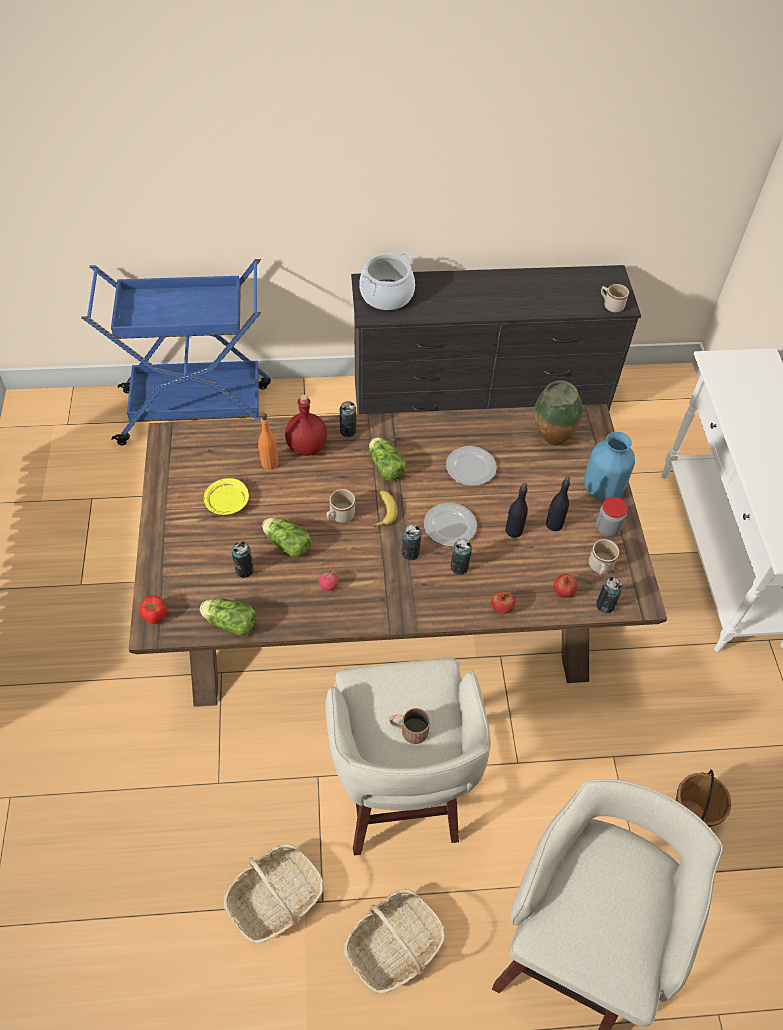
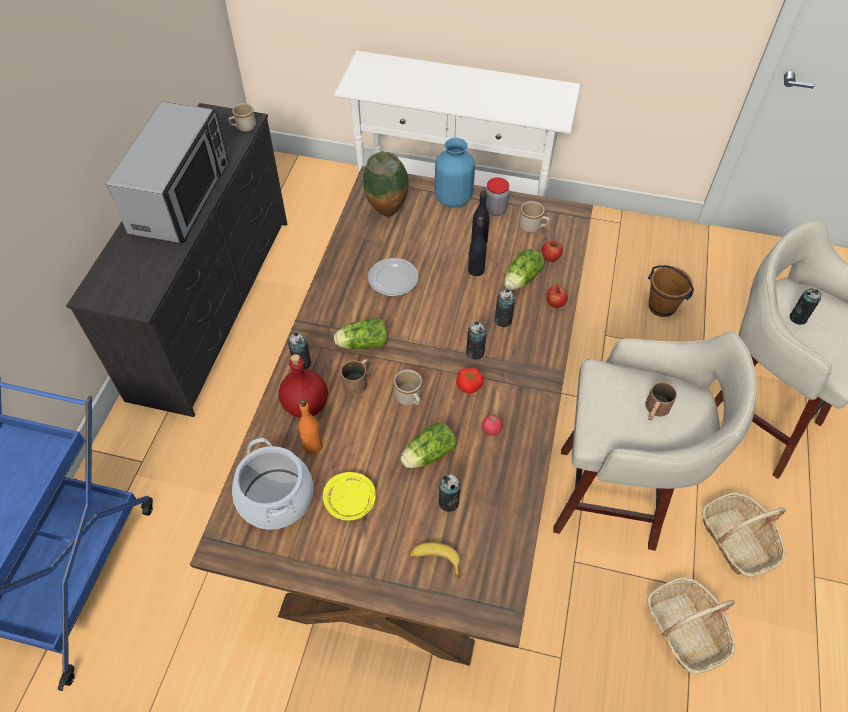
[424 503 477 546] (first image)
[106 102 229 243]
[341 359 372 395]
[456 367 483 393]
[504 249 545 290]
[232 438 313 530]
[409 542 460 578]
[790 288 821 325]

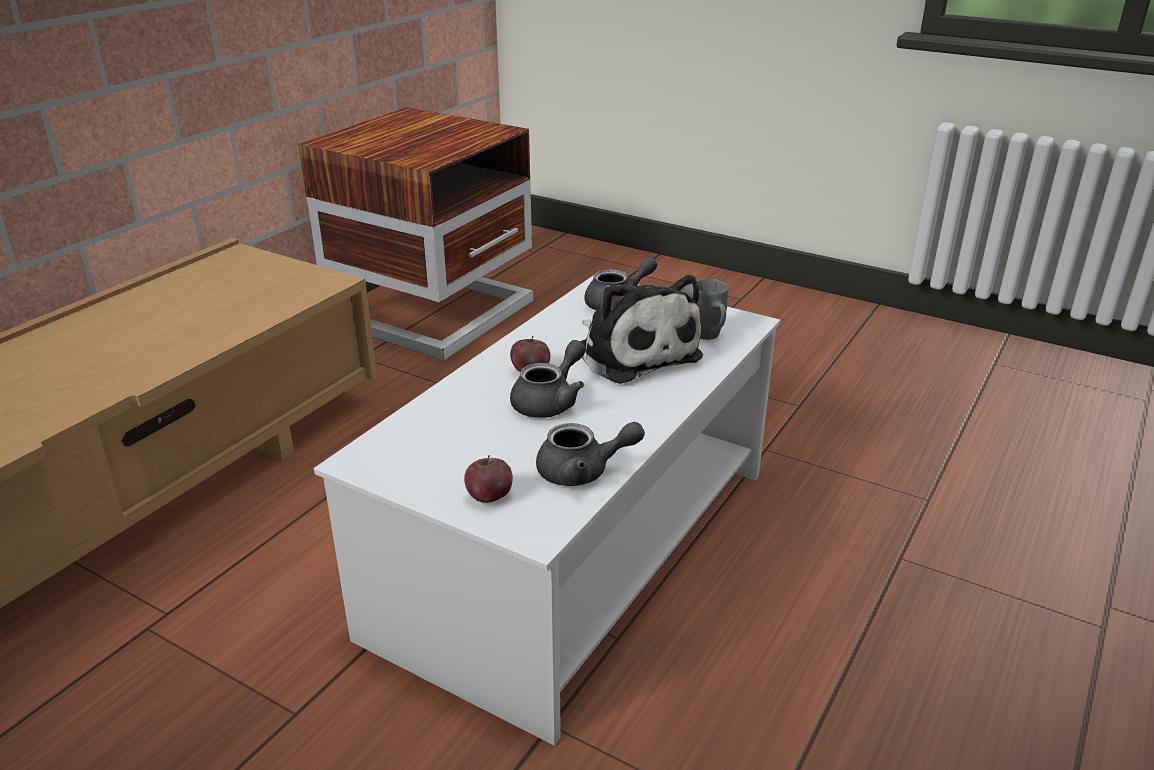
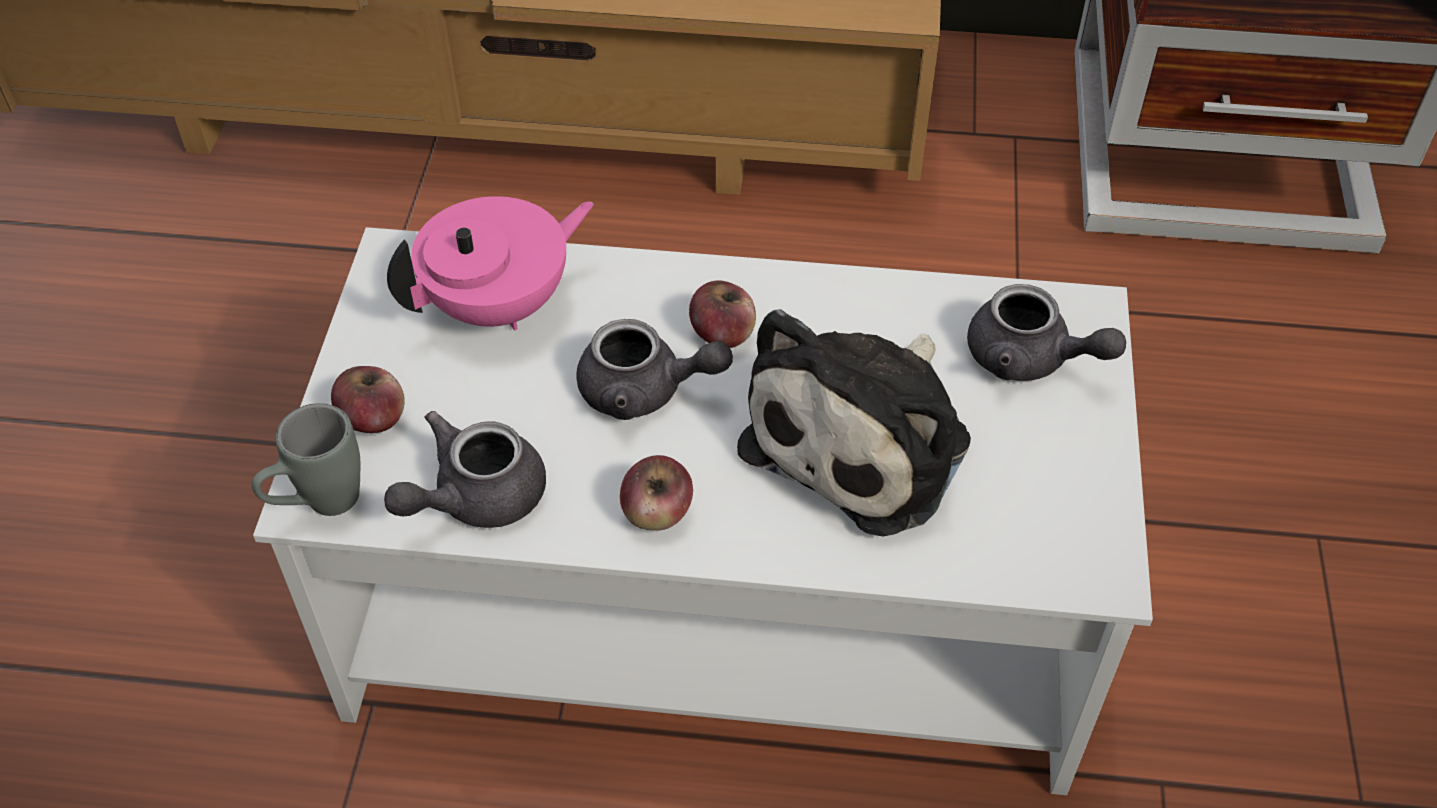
[387 196 594 331]
[620 455 693 531]
[252 403 360 516]
[384 411 546 528]

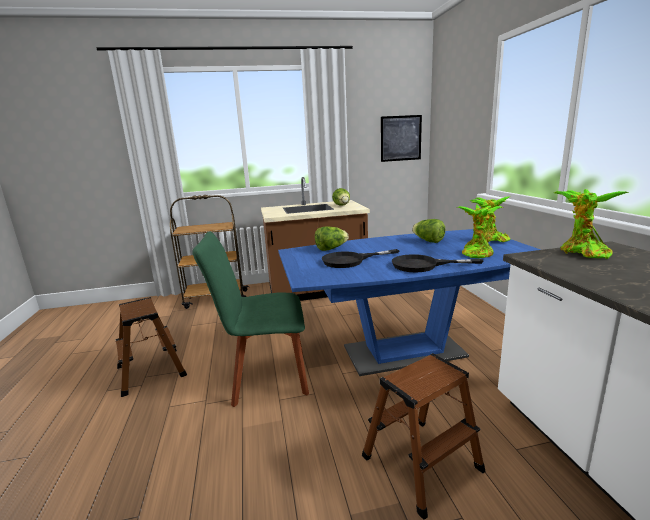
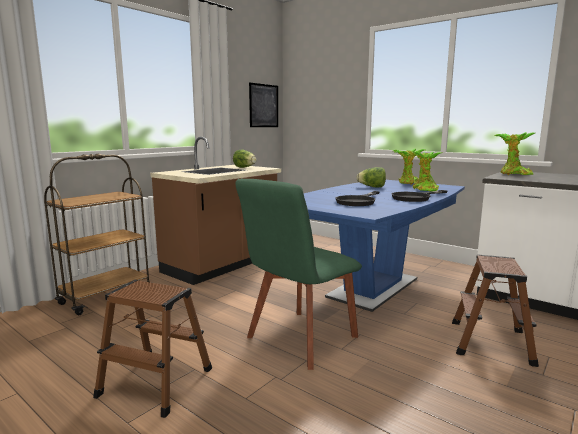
[315 226 349 251] (first image)

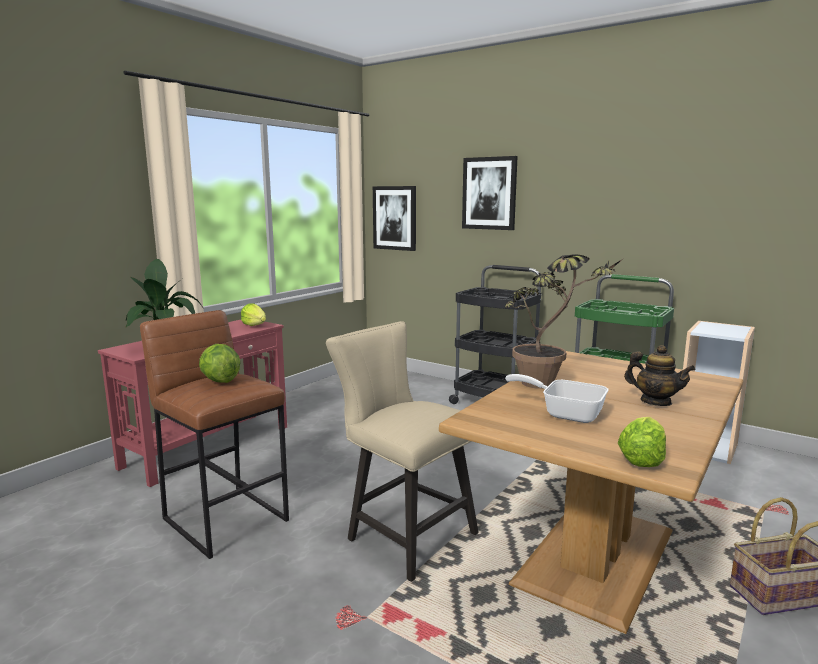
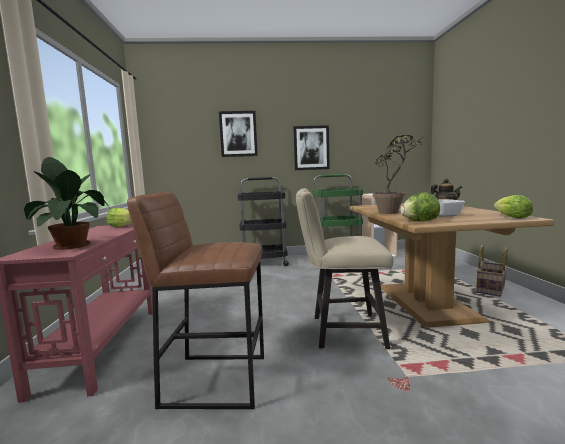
[400 193 440 221]
[293 125 330 170]

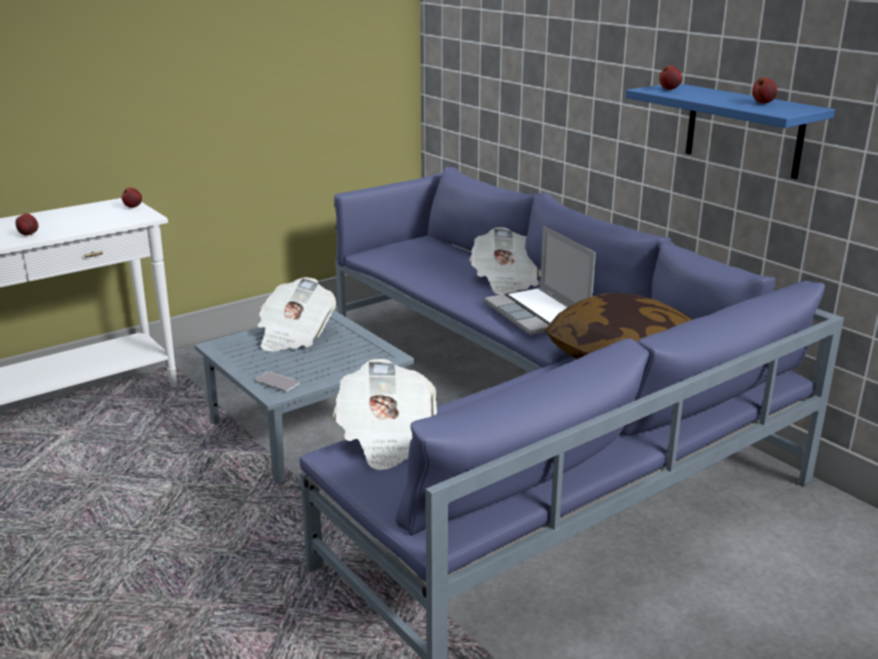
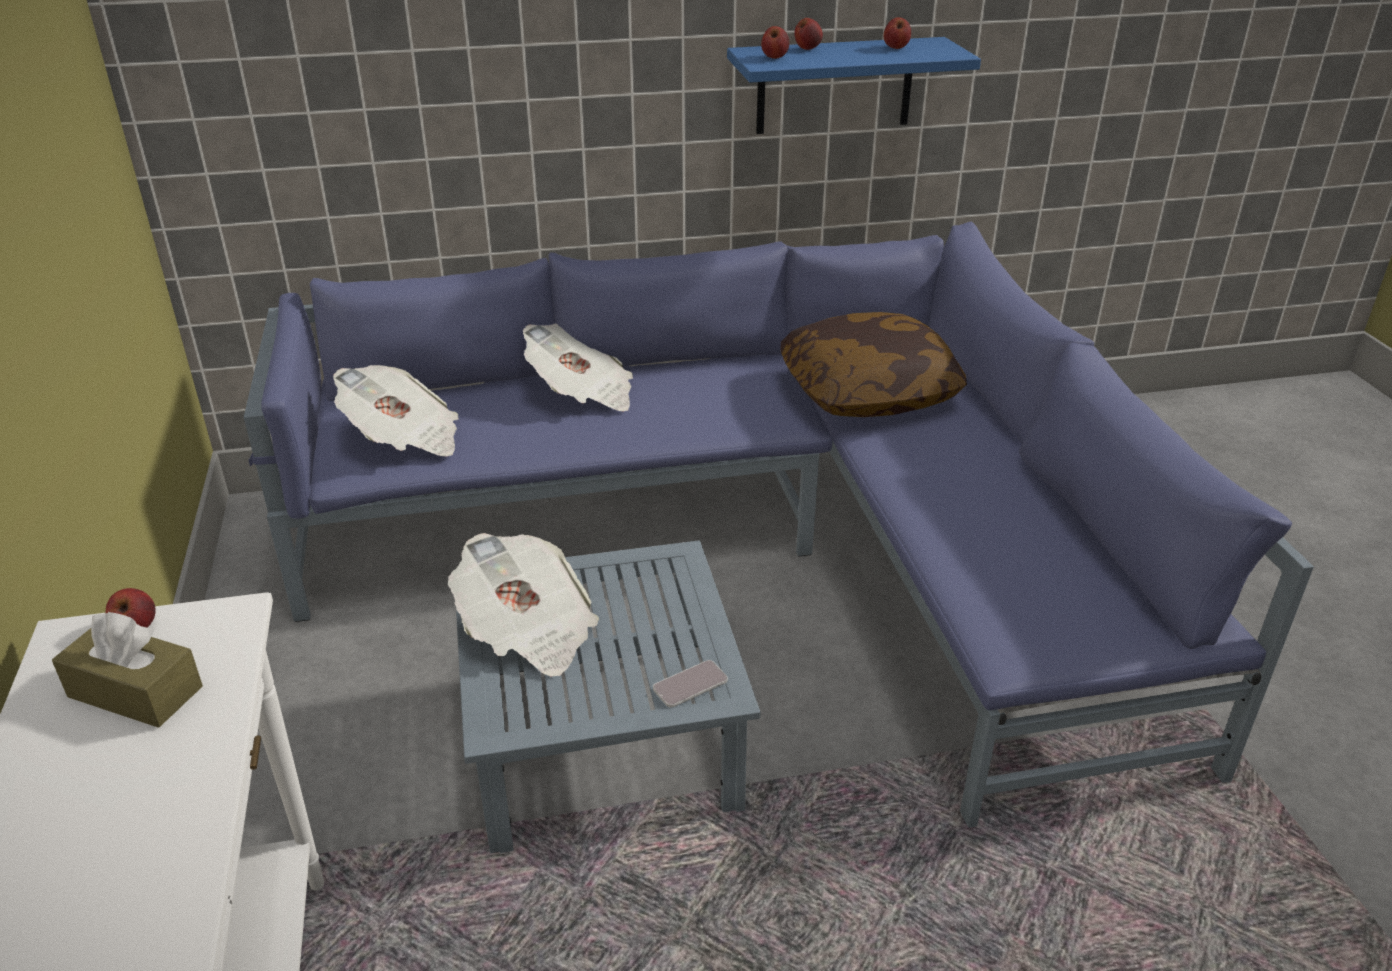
[484 226 596 335] (first image)
[52 612 203 728]
[794 18 823 50]
[333 365 459 457]

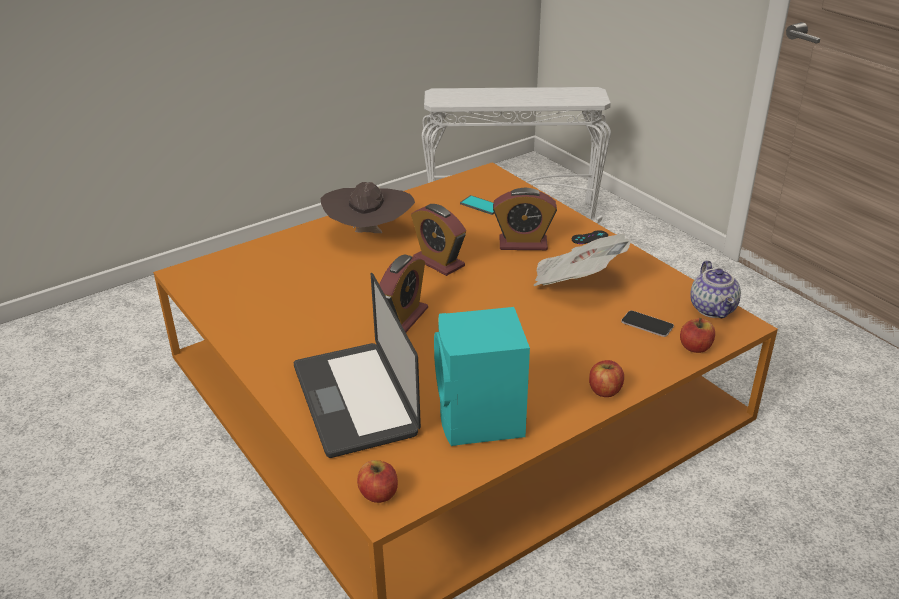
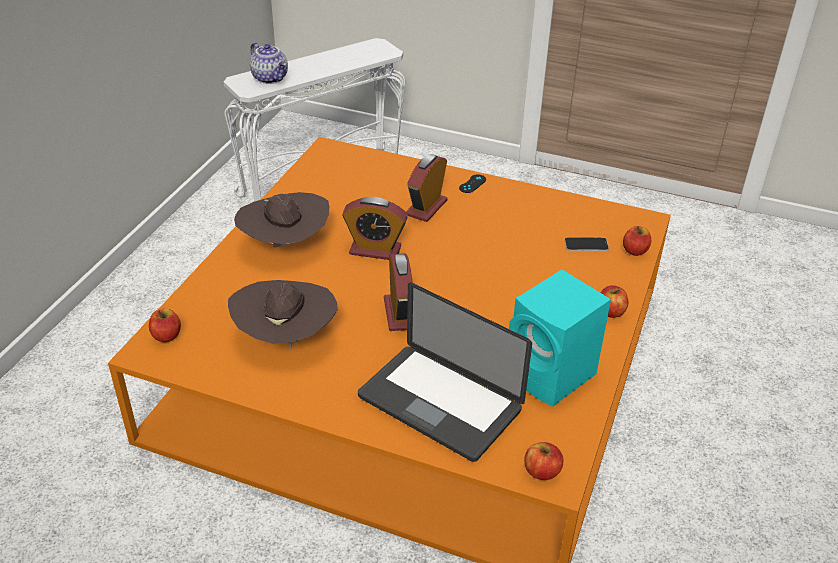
[460 195 495 215] (first image)
[534 234 631 286] (first image)
[149 308 181 342]
[228 280 338 349]
[250 42 288 84]
[406 154 447 222]

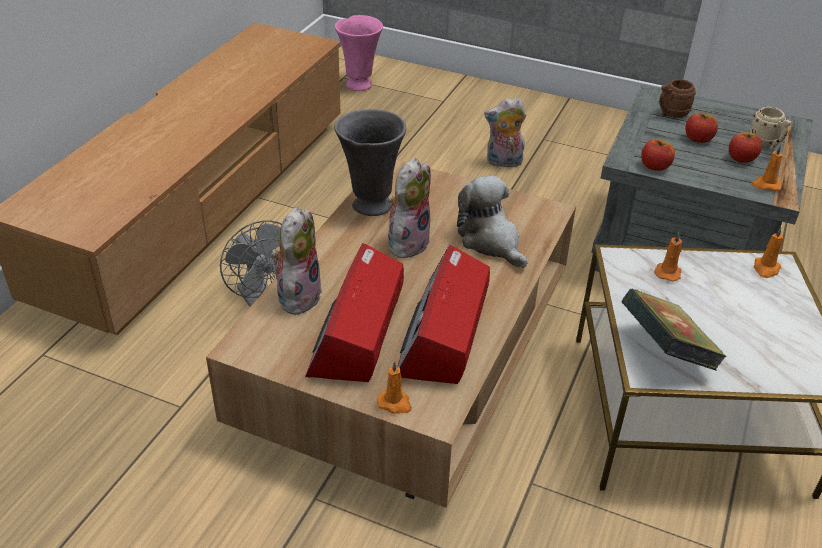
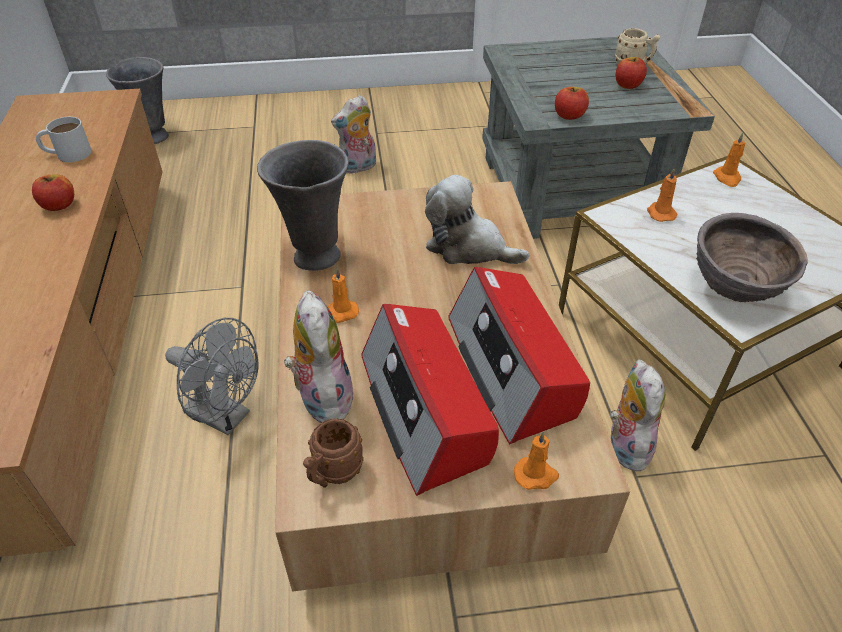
[36 117 92 162]
[610 359 665 472]
[303 418 364 487]
[32 174 74 211]
[328 268 359 323]
[696 213 808 302]
[106 57 169 144]

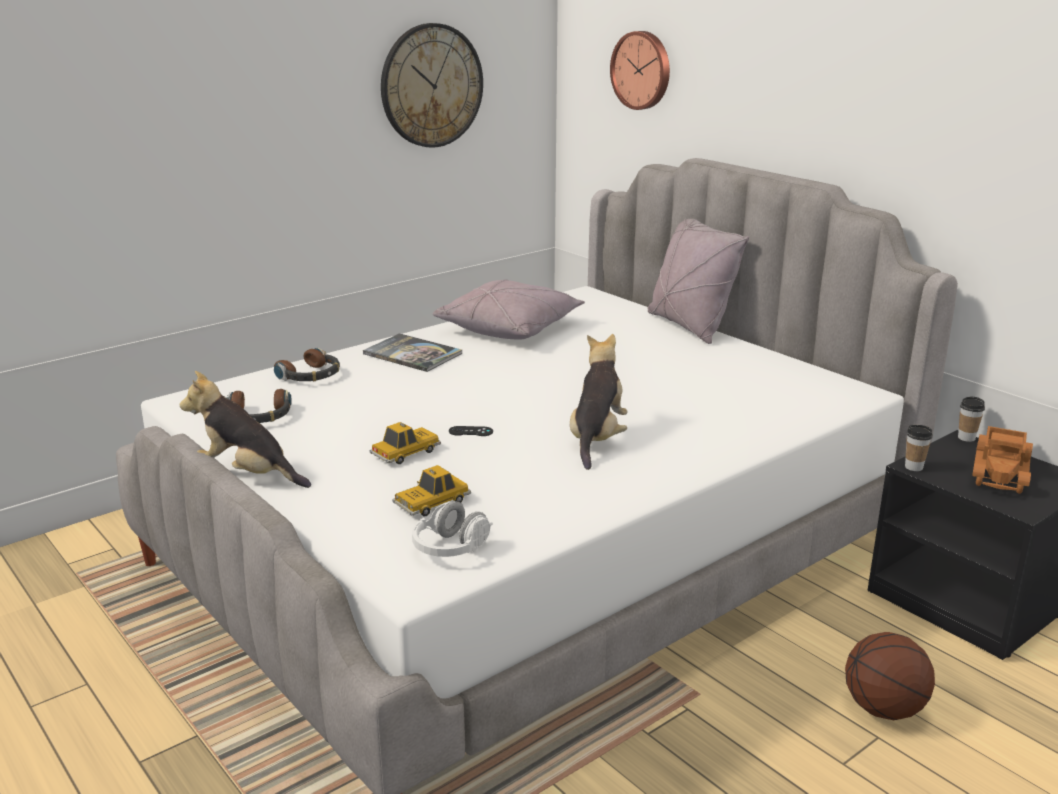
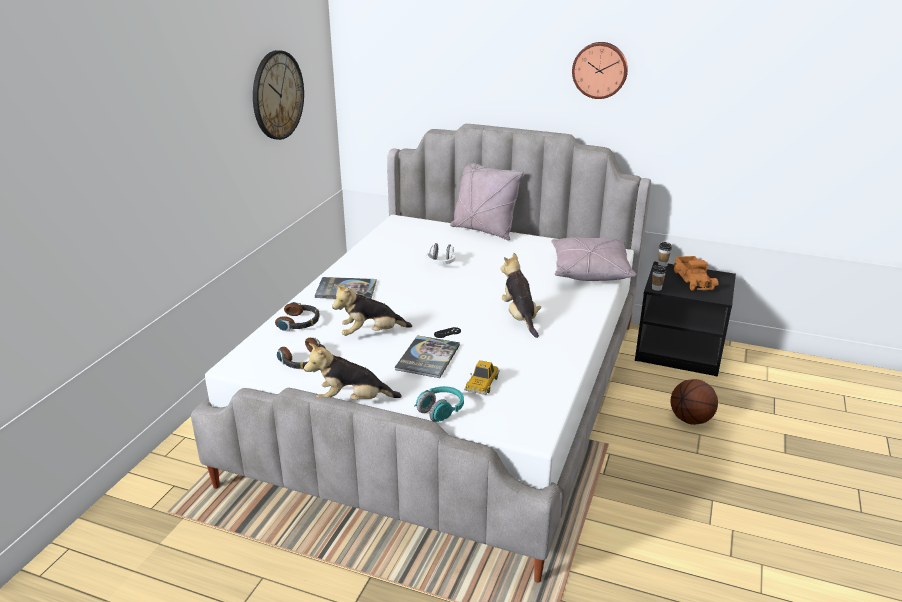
[332 284 412 336]
[414 386 464 422]
[426 243 455 265]
[551 237 637 281]
[572 42 628 99]
[395 335 460 378]

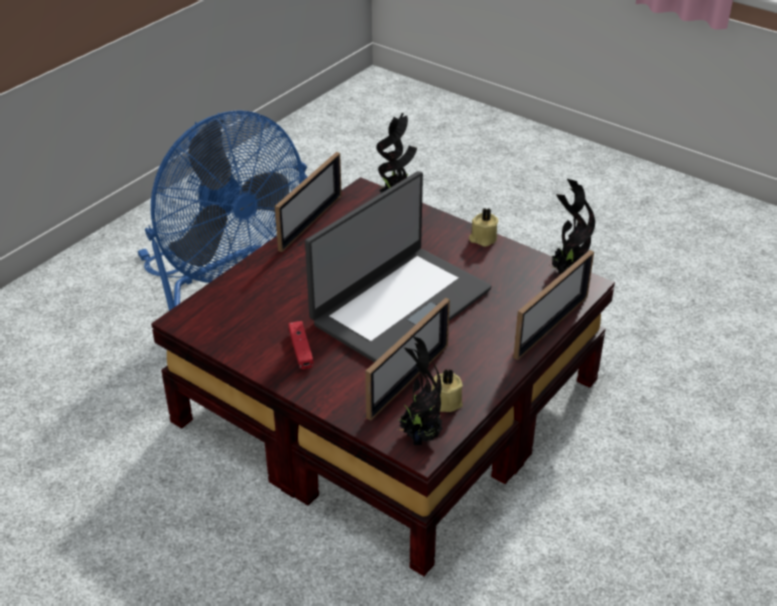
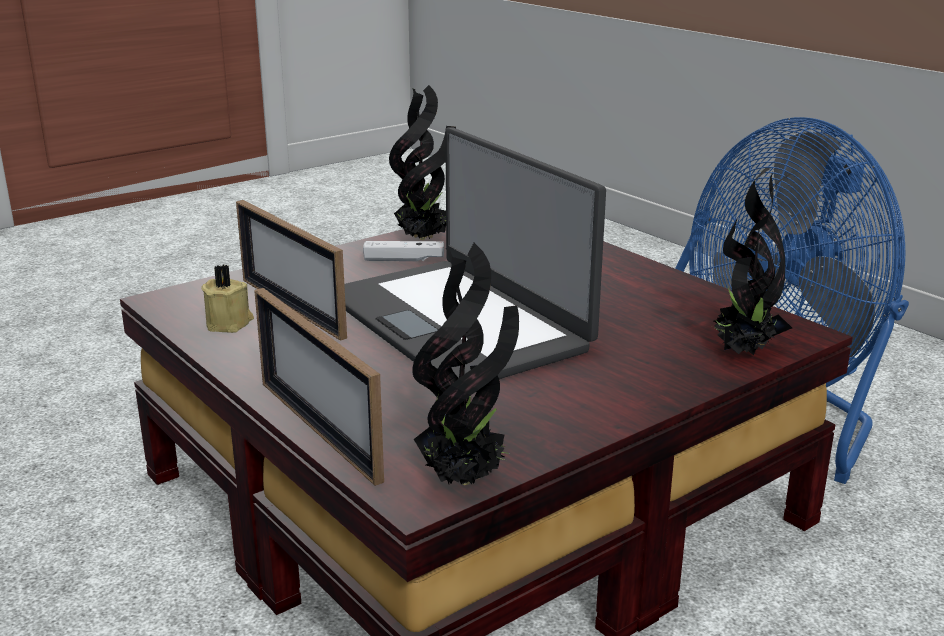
[275 152 342 252] (first image)
[469 208 498 247] (first image)
[389 85 456 240]
[363 241 444 261]

